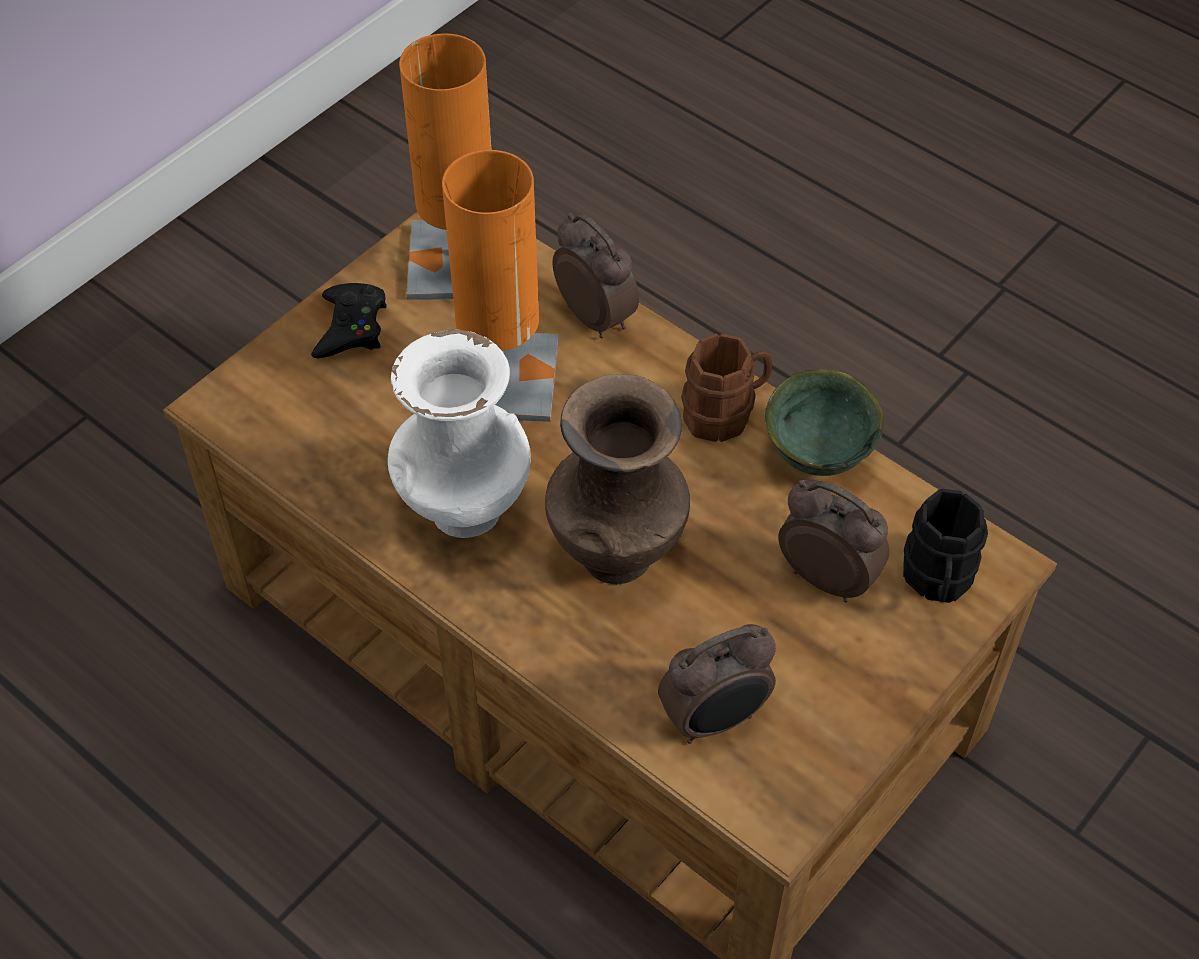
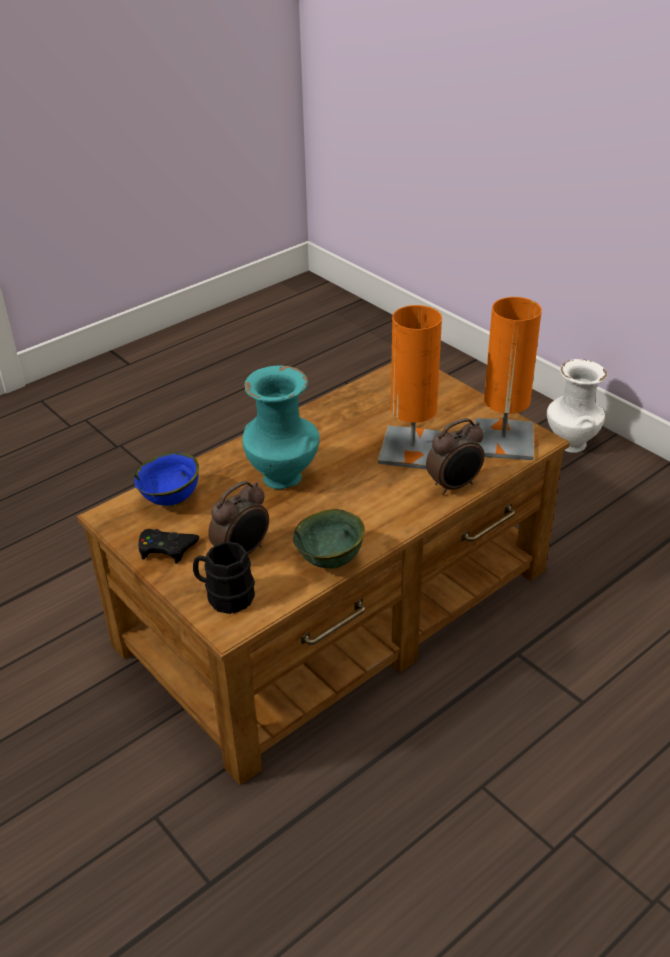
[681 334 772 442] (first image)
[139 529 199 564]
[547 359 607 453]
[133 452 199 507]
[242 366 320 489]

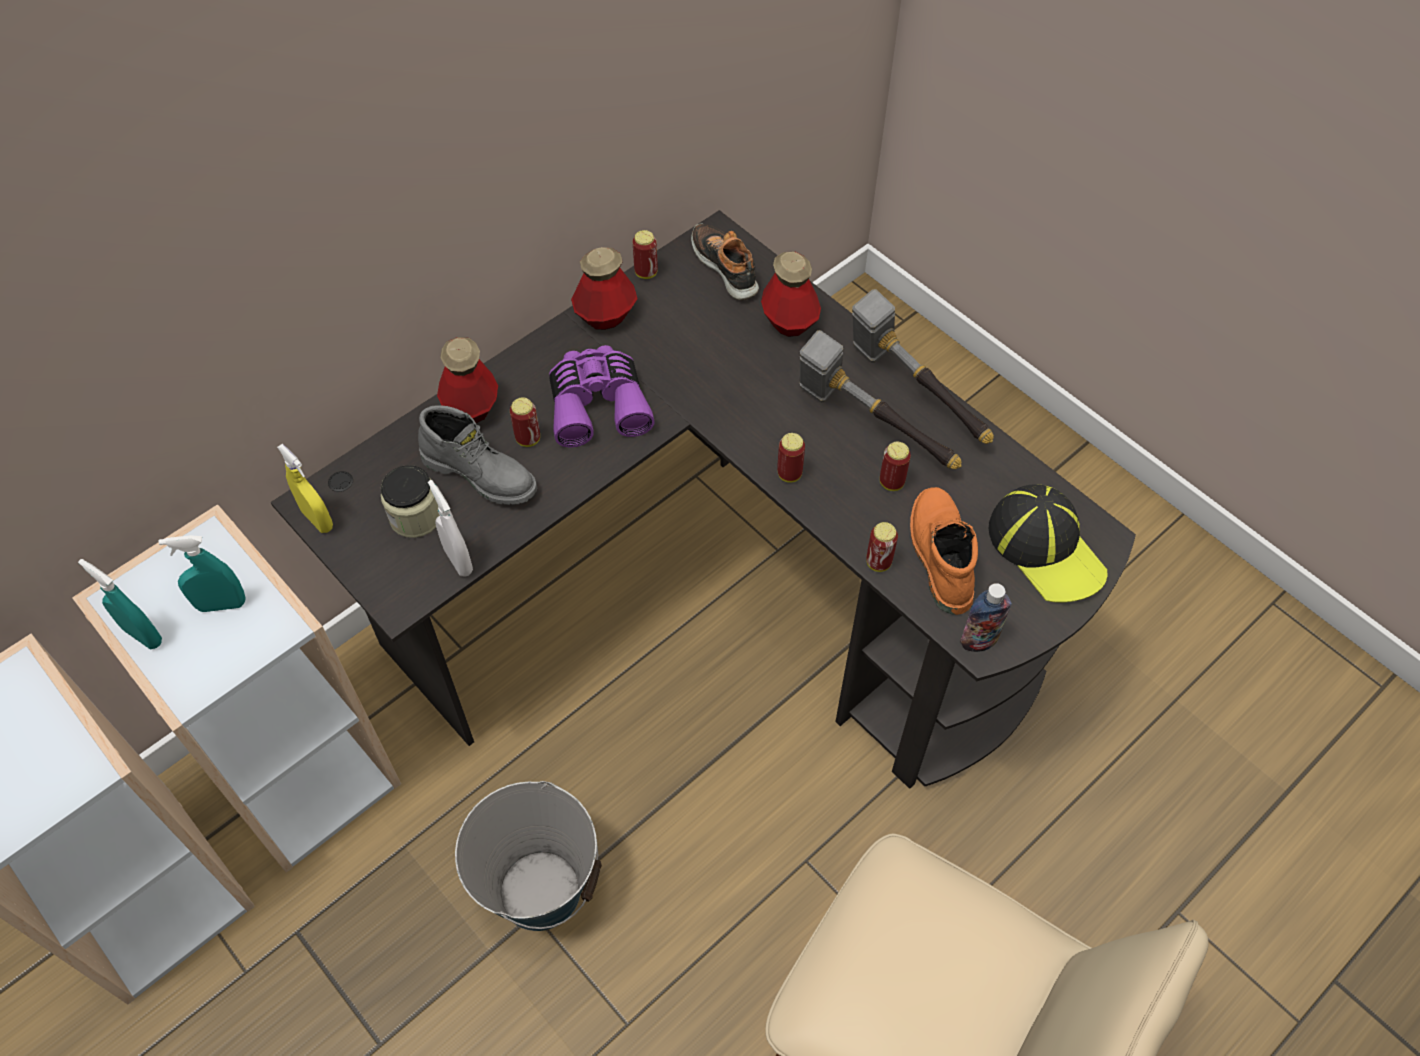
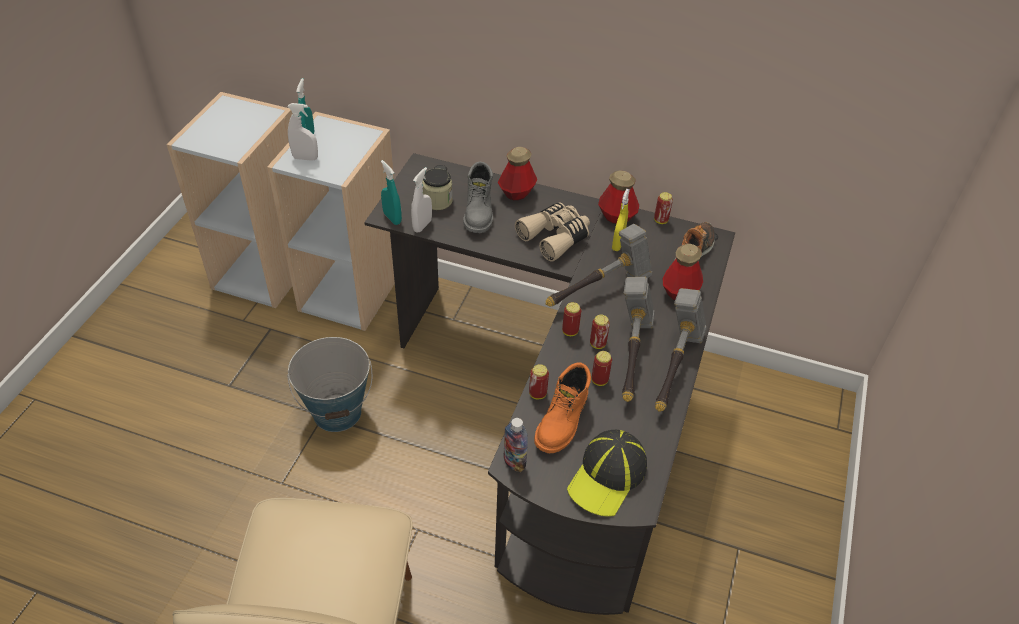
[287 103 318 161]
[546 224 653 306]
[381 160 402 225]
[612 189 630 251]
[590 315 610 349]
[515 202 590 262]
[534 362 591 453]

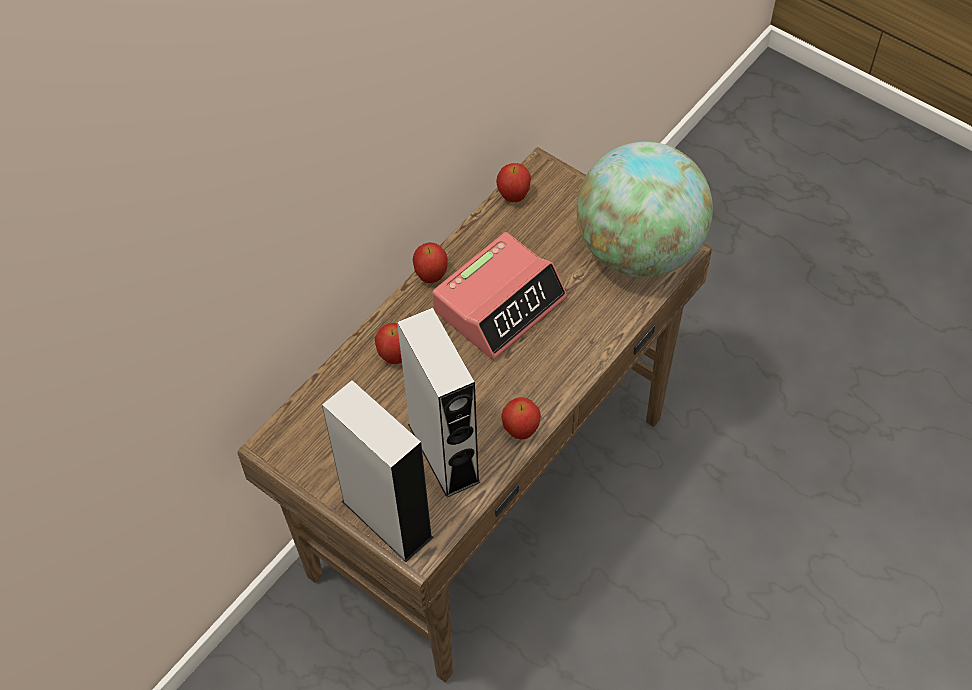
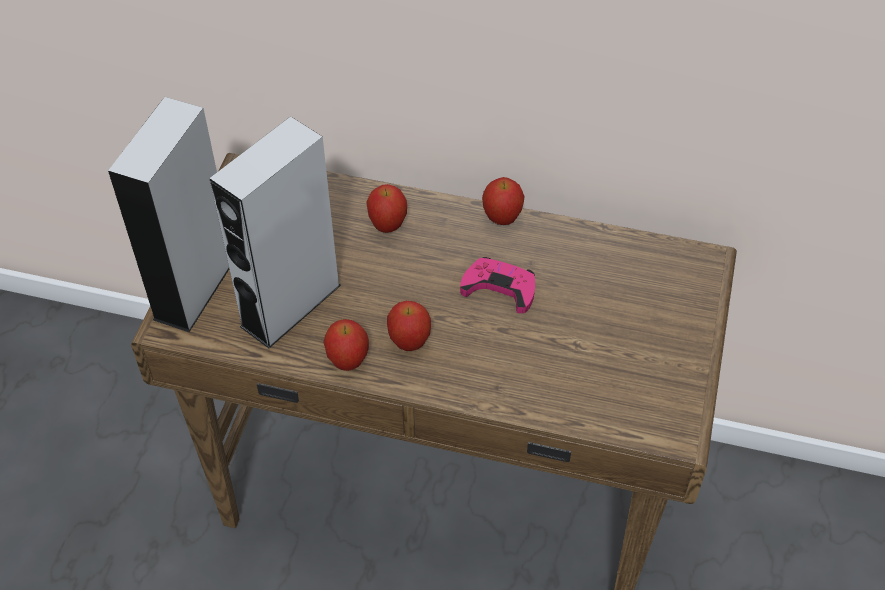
[577 141 713 277] (first image)
[387 301 431 351]
[460 257 535 313]

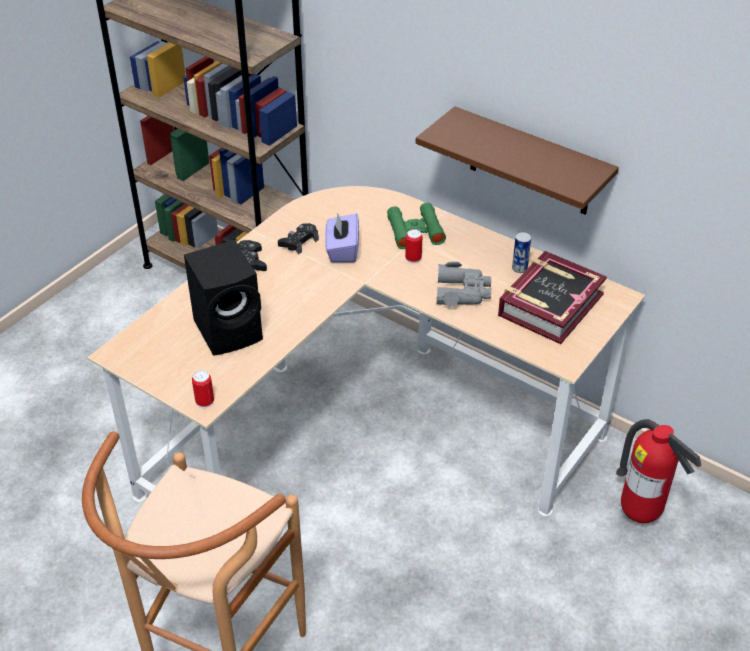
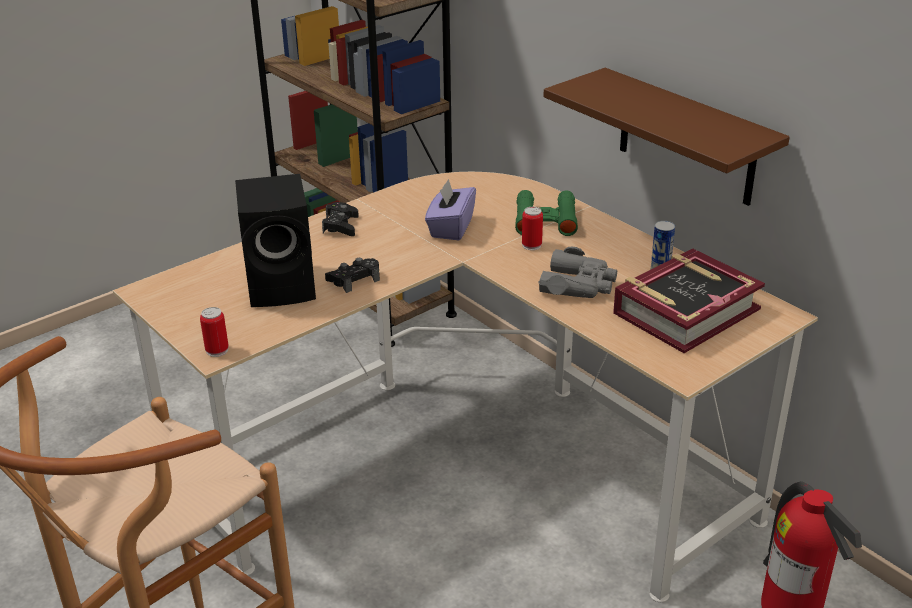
[325 258 380 293]

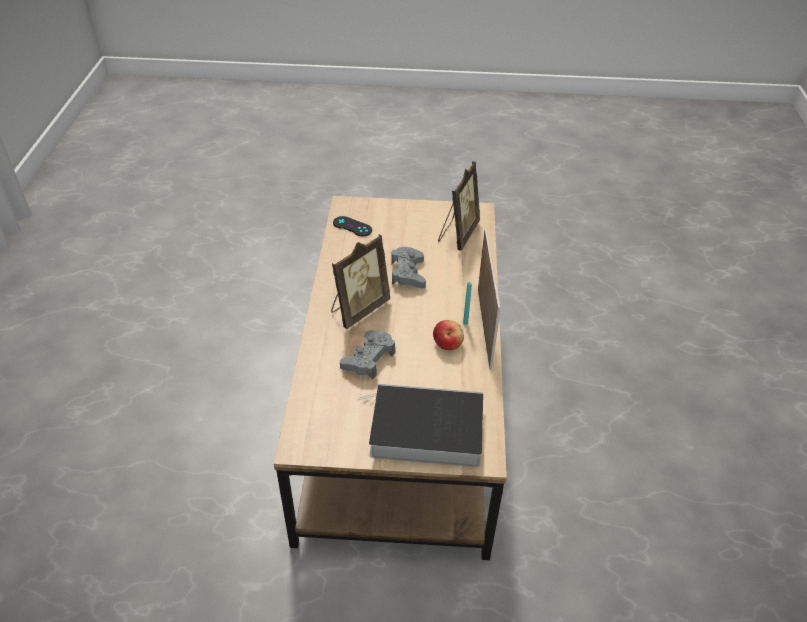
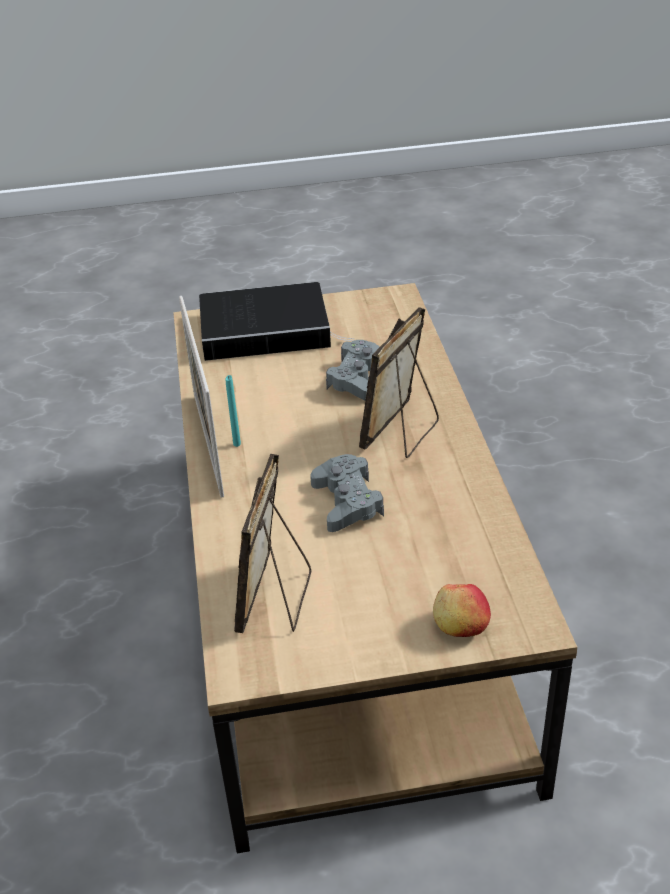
[333 216 372 236] (first image)
[433 584 491 637]

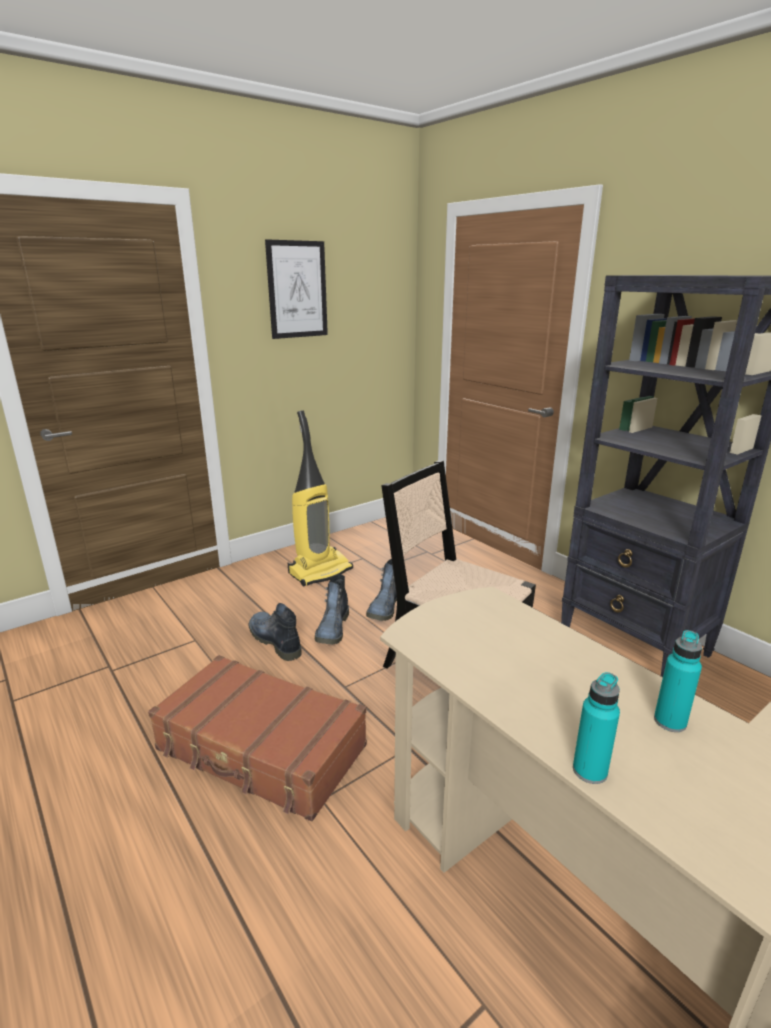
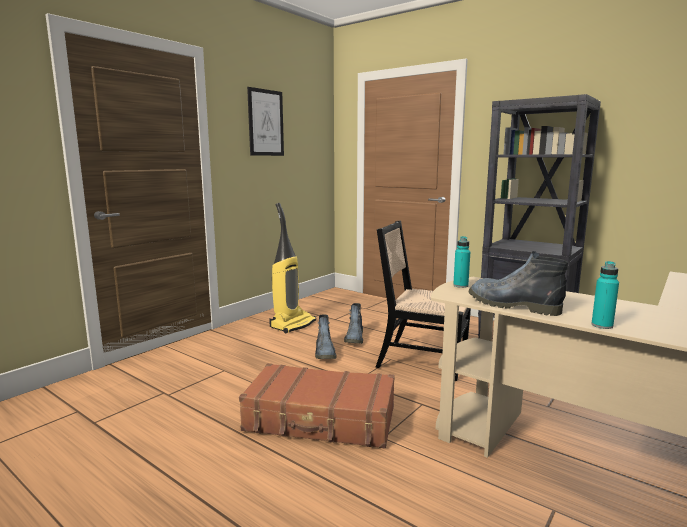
[469 251 568 316]
[453 236 470 288]

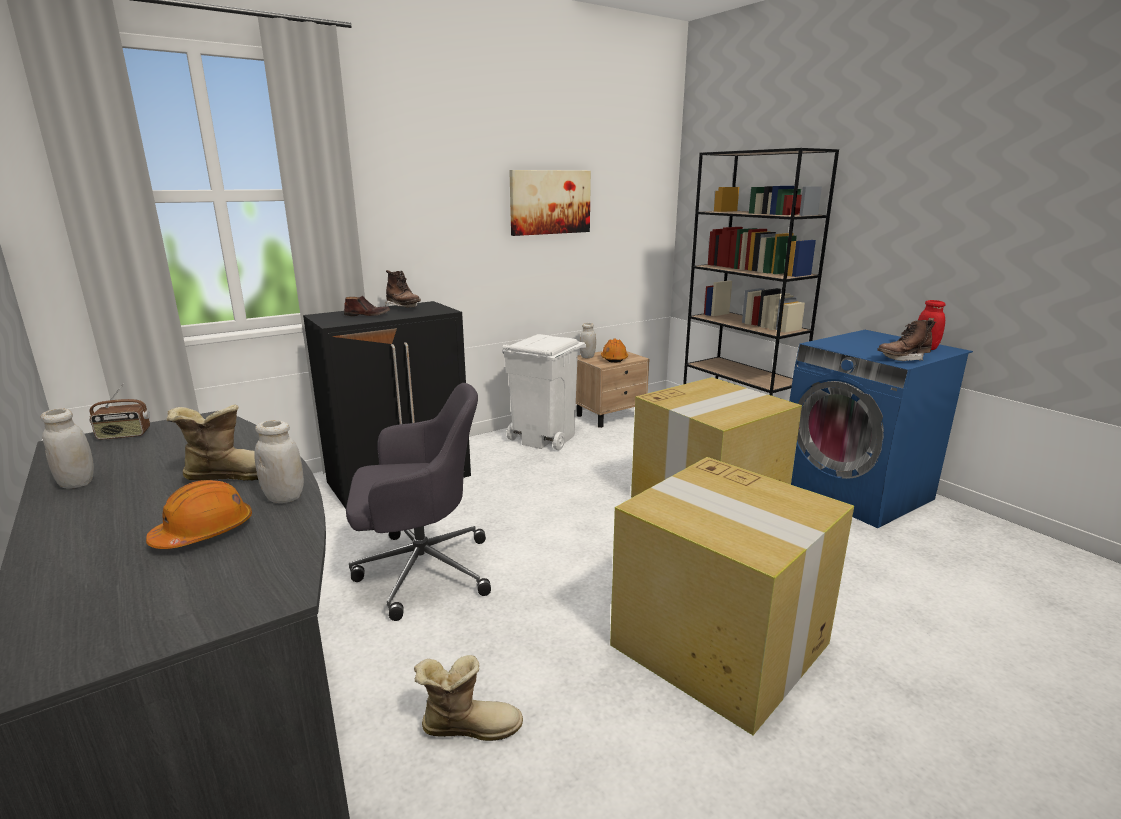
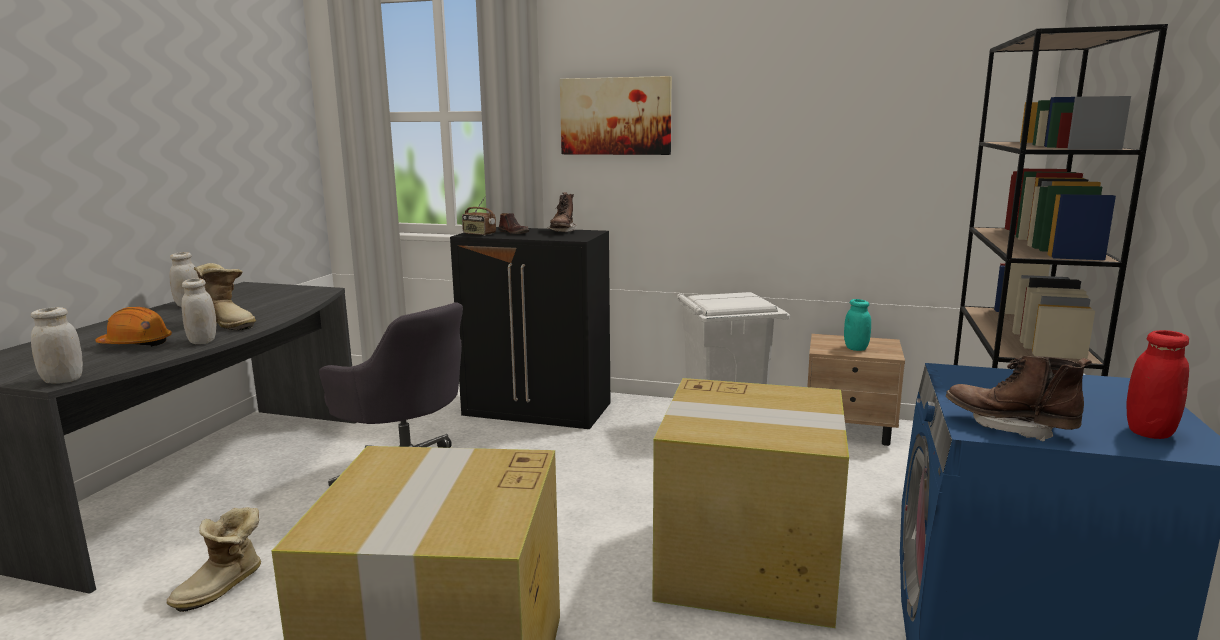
[462 196 496 236]
[560 76 672 155]
[31 307 83 384]
[844 299 871 351]
[167 507 261 612]

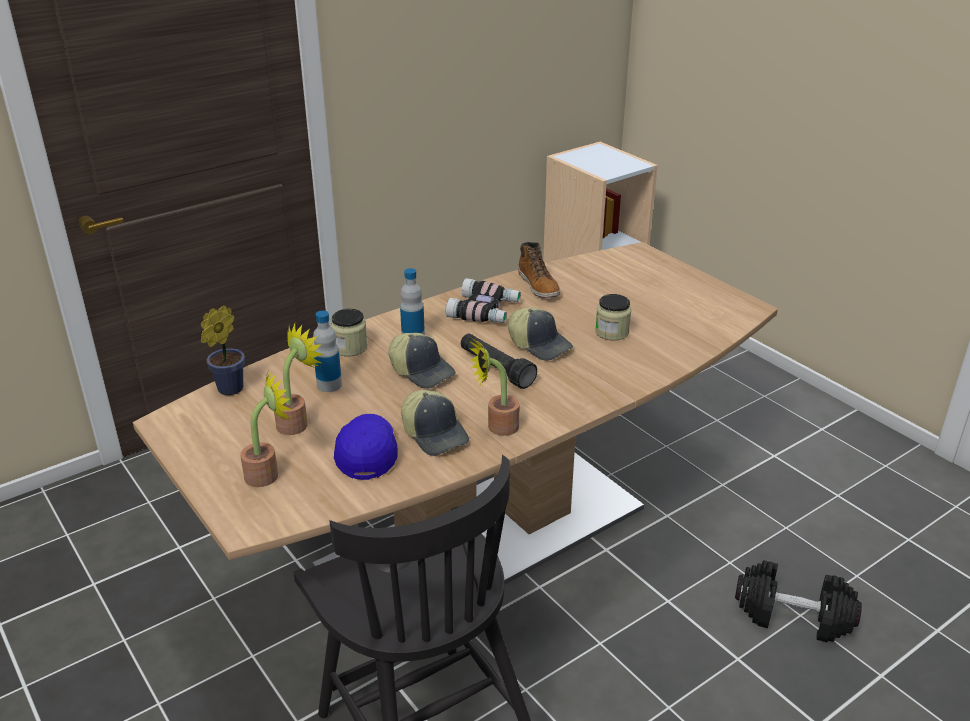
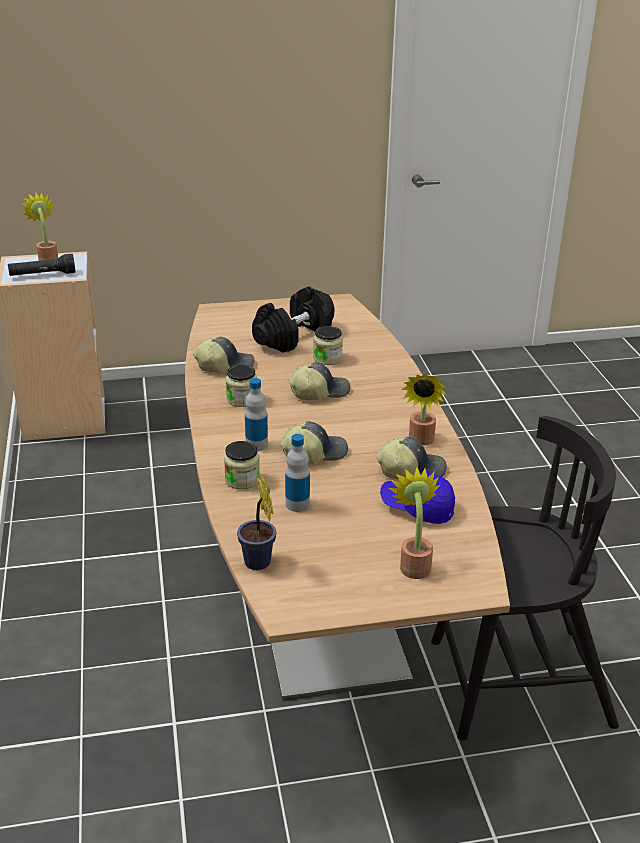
[21 193 58 261]
[8 254 75 276]
[252 286 334 353]
[226 365 257 407]
[193 336 254 372]

